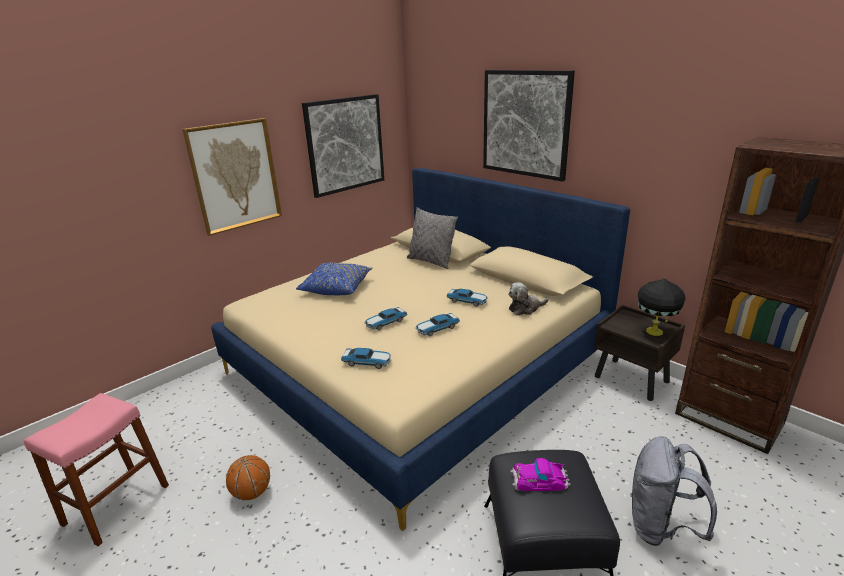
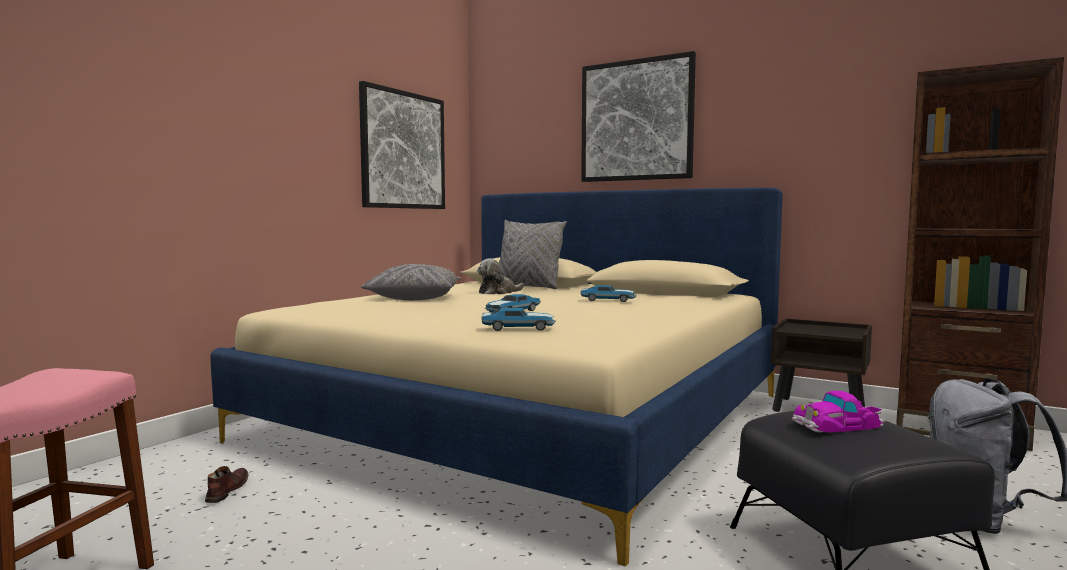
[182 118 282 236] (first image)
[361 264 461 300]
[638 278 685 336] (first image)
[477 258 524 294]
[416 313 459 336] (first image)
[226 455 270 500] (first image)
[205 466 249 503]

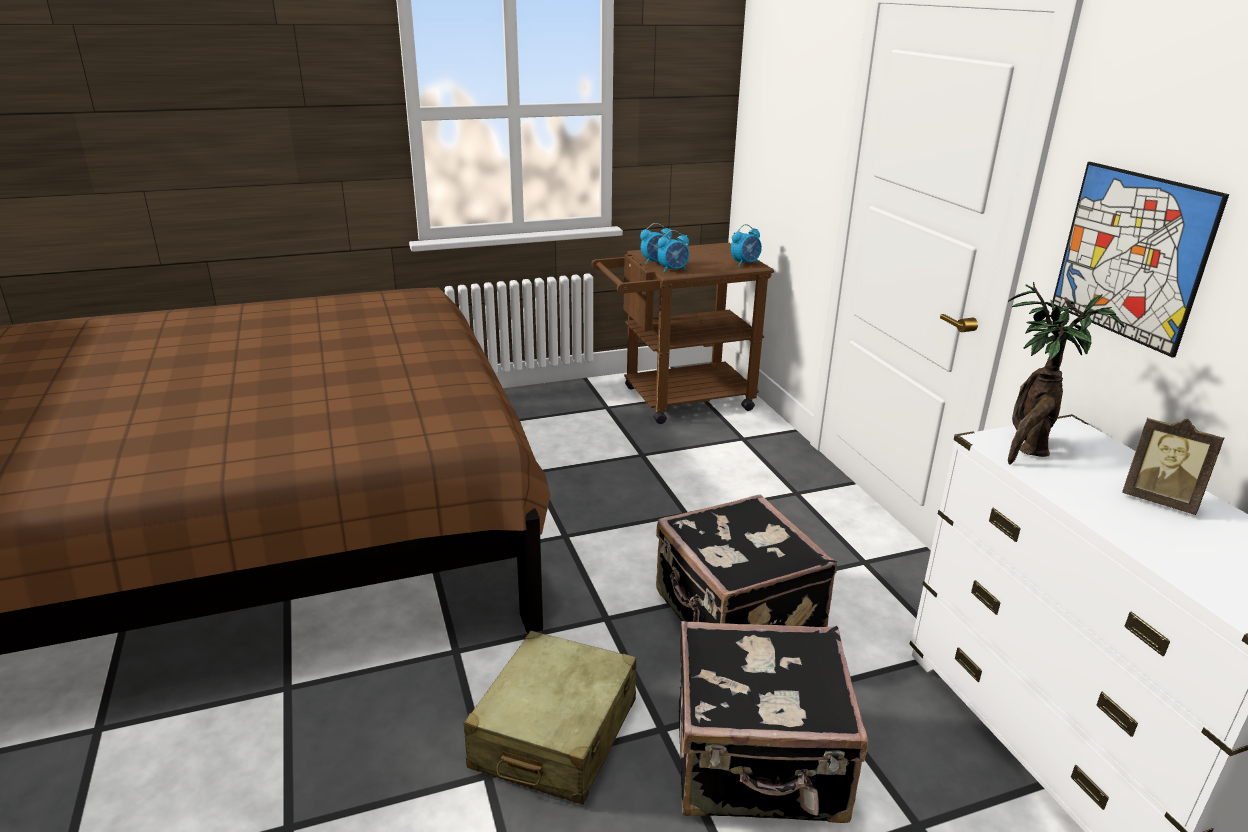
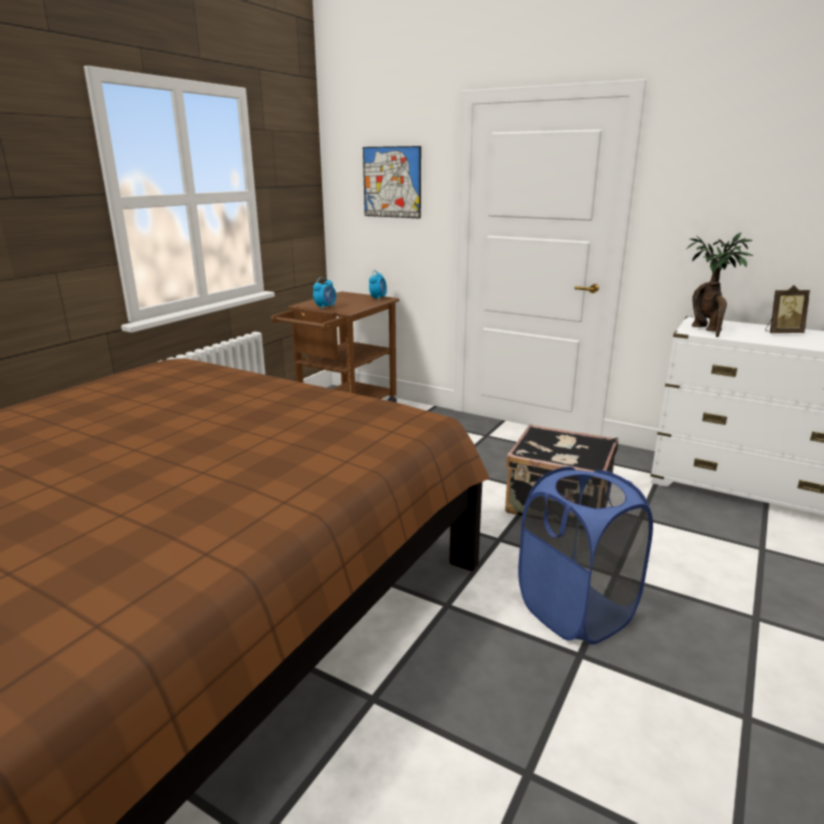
[363 146 421 219]
[657 230 689 273] (first image)
[679 621 868 823] (first image)
[518 467 653 645]

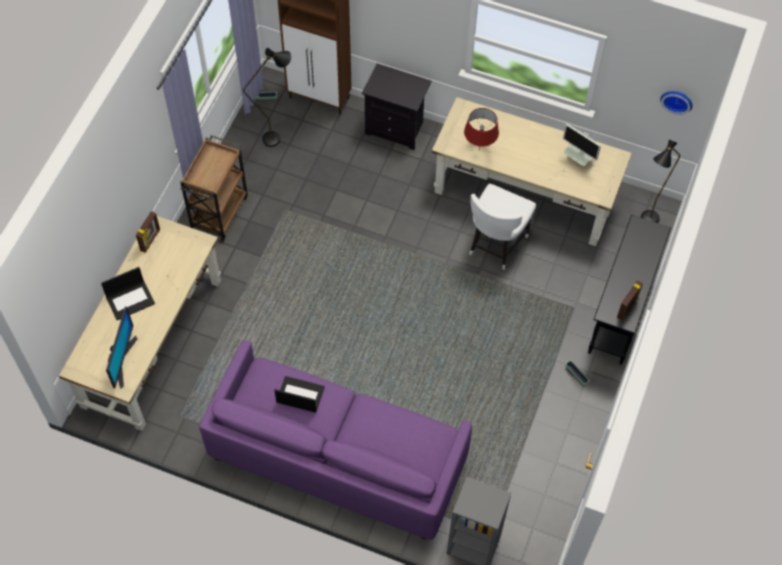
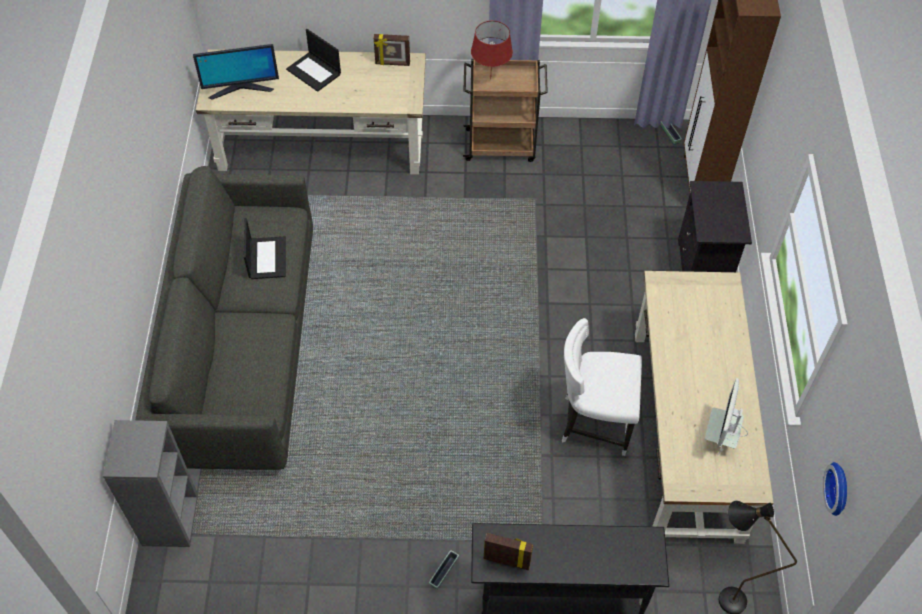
[243 48 292 147] (first image)
[471 21 513 80]
[136 166 313 470]

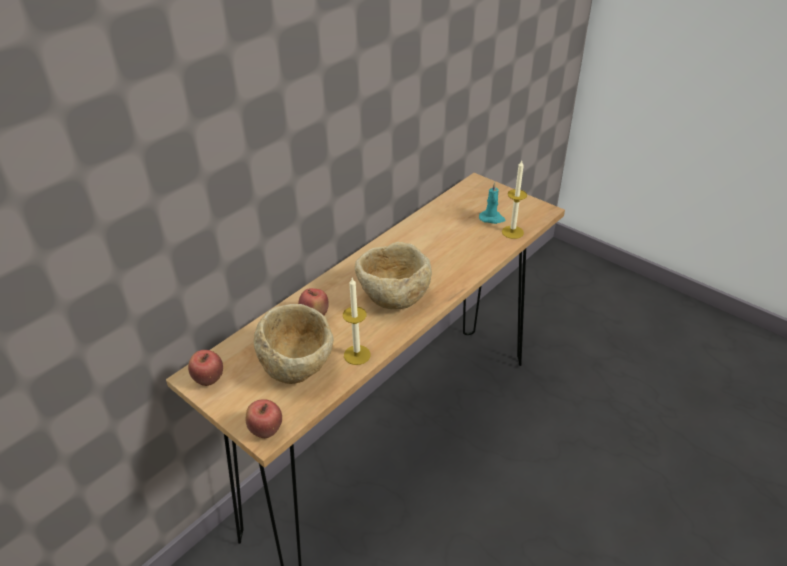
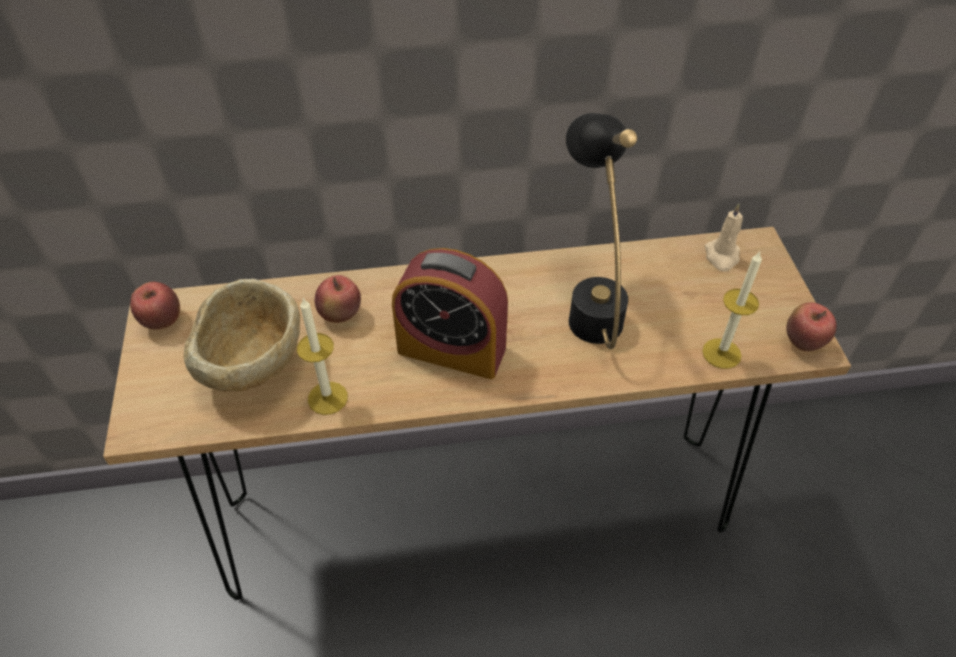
[479 182 505 224] (first image)
[392 248 508 379]
[786 302 837 351]
[566 113 637 349]
[705 203 743 272]

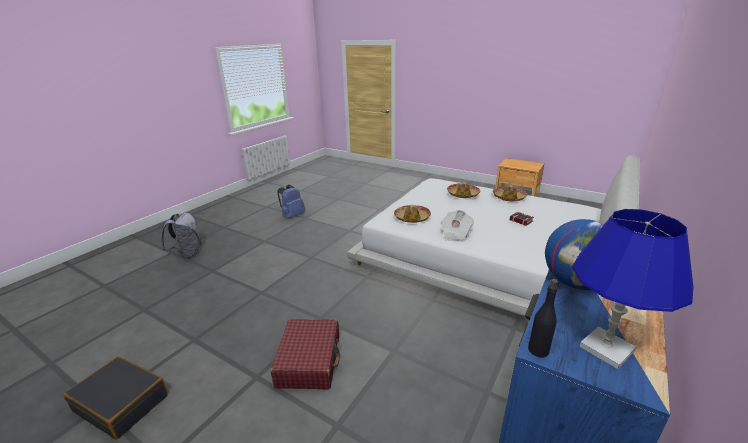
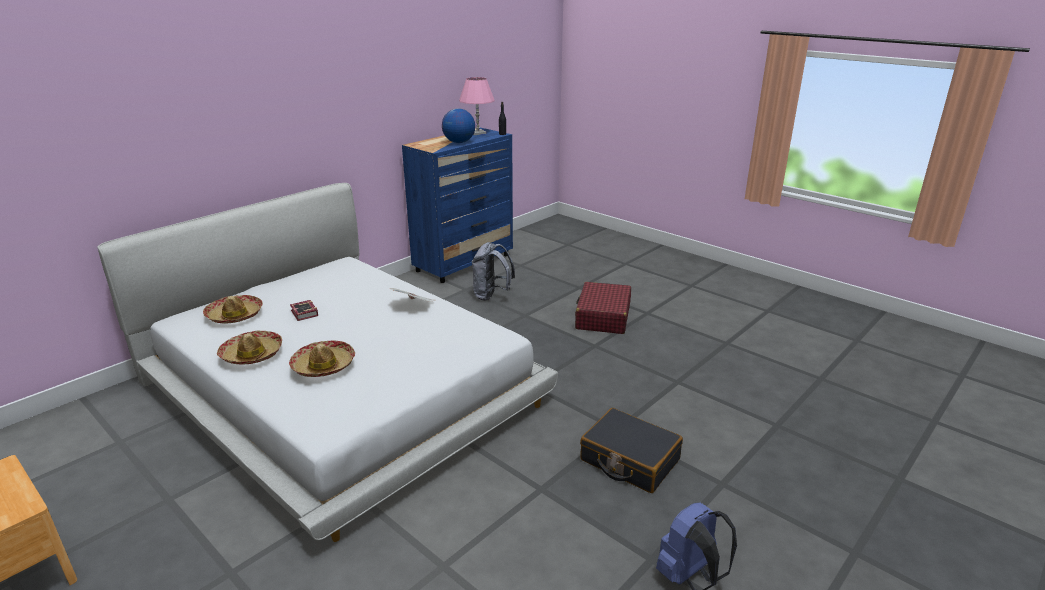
[203 295 263 324]
[459 77 495 135]
[471 242 515 301]
[580 408 683 493]

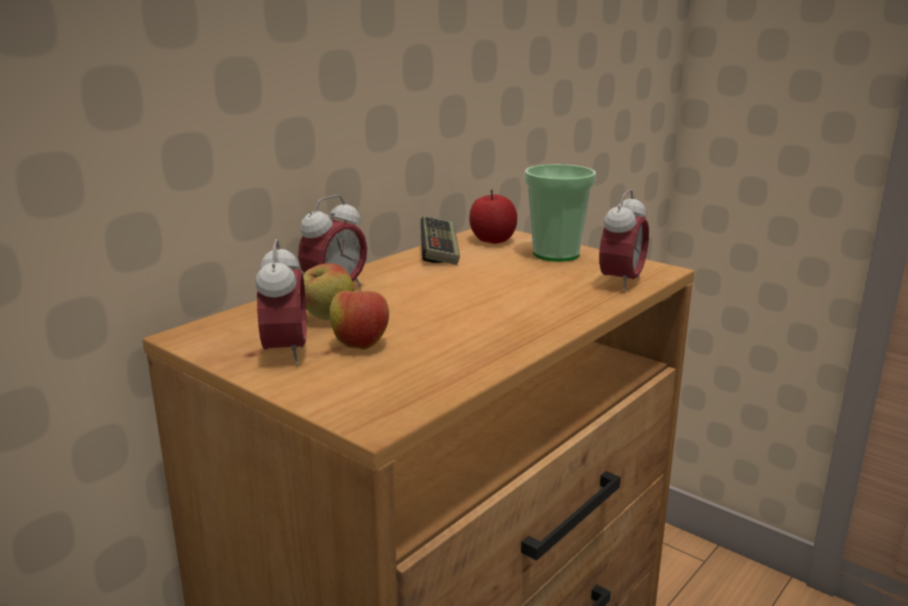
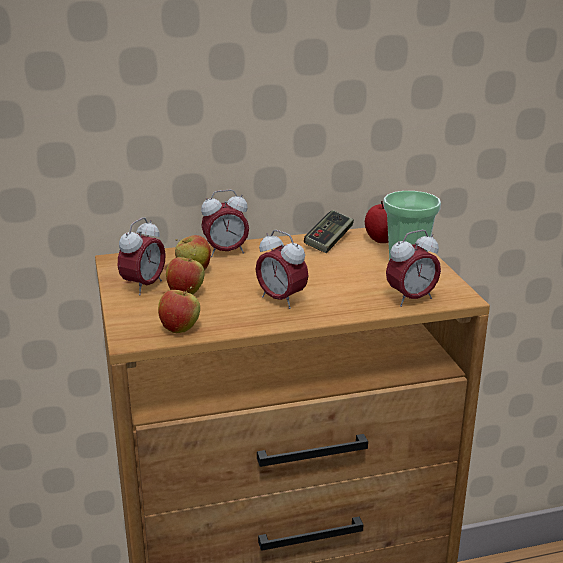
[256 230 308 309]
[158 287 200 333]

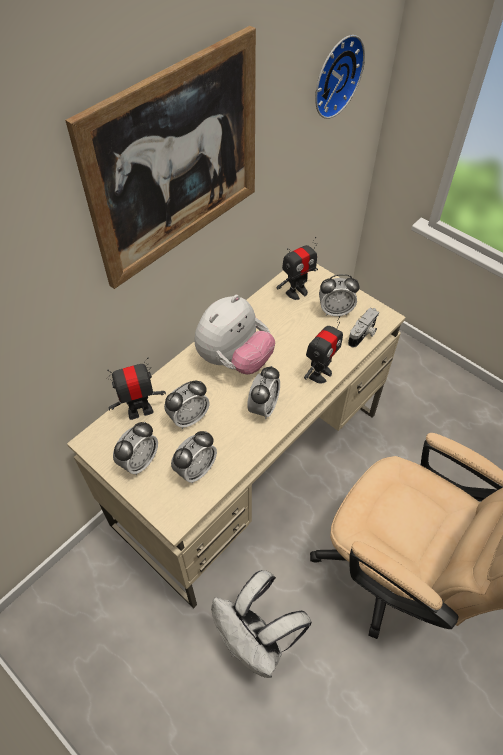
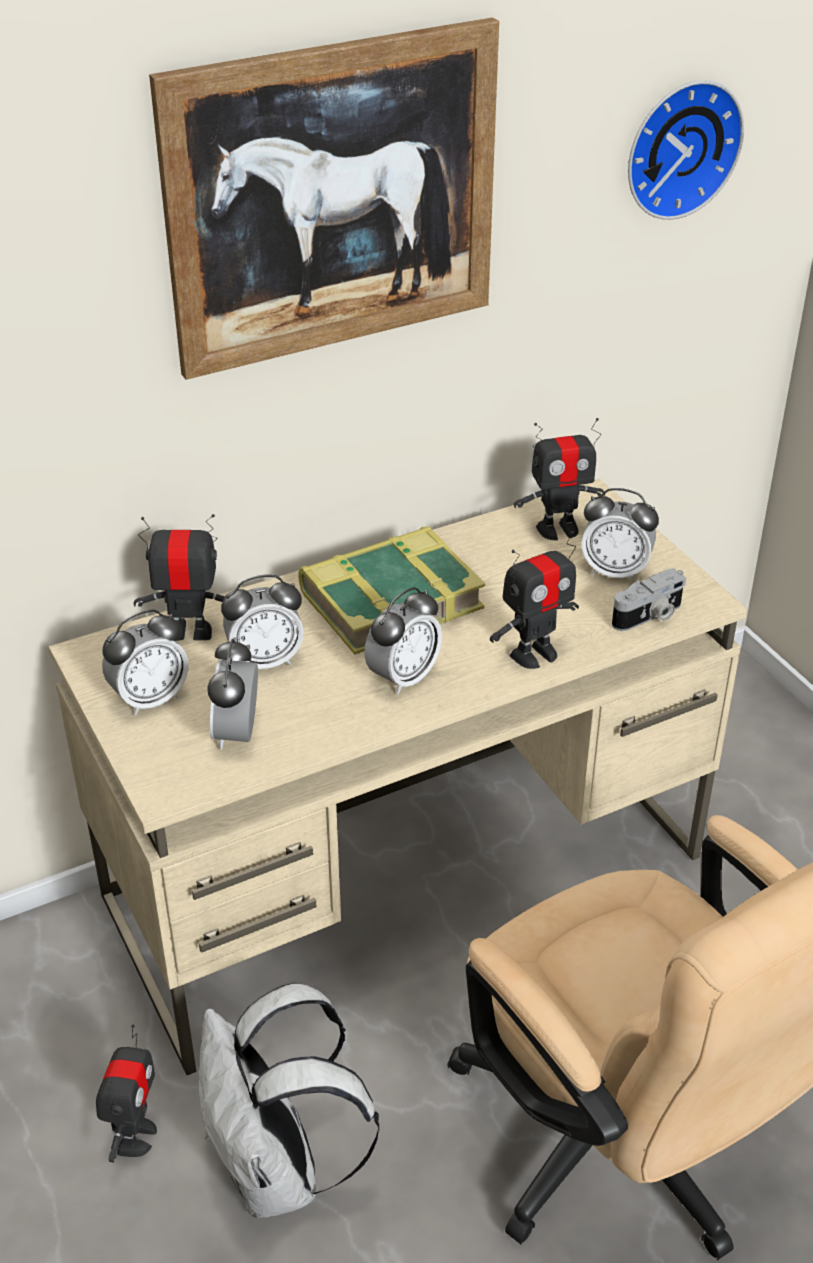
[298 527 486 655]
[207 637 258 750]
[96 1025 157 1163]

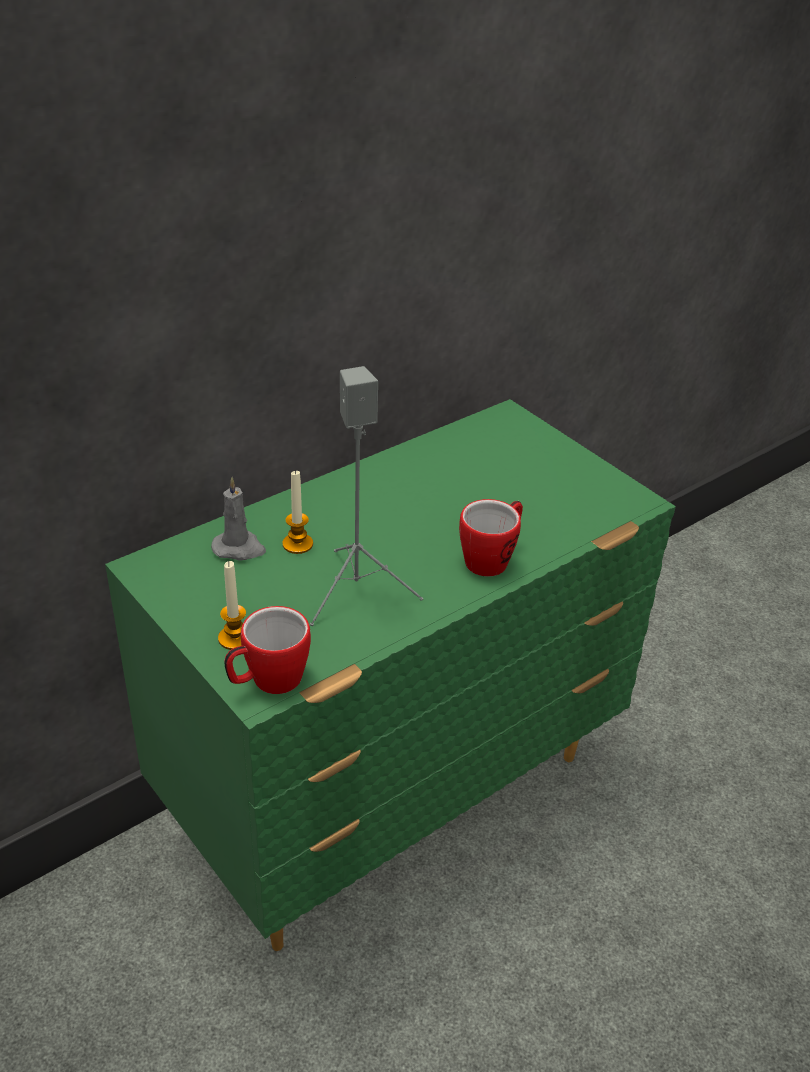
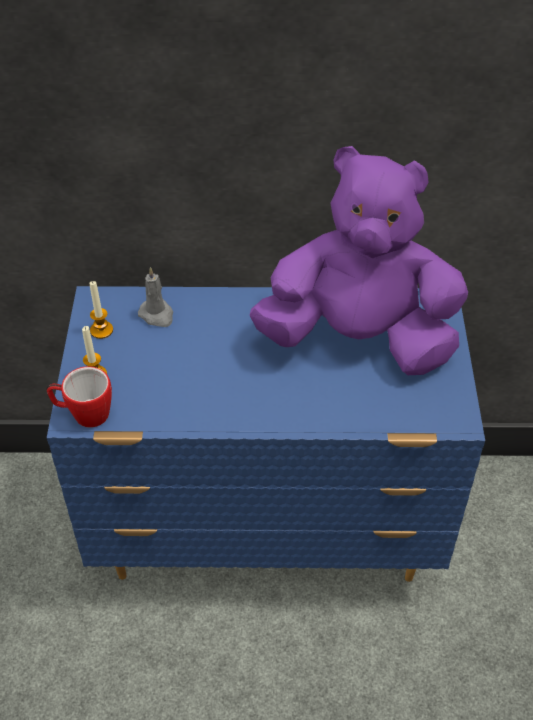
[310 366 423 626] (first image)
[47 286 485 582]
[89 281 113 339]
[459 499 523 577] (first image)
[250 146 468 375]

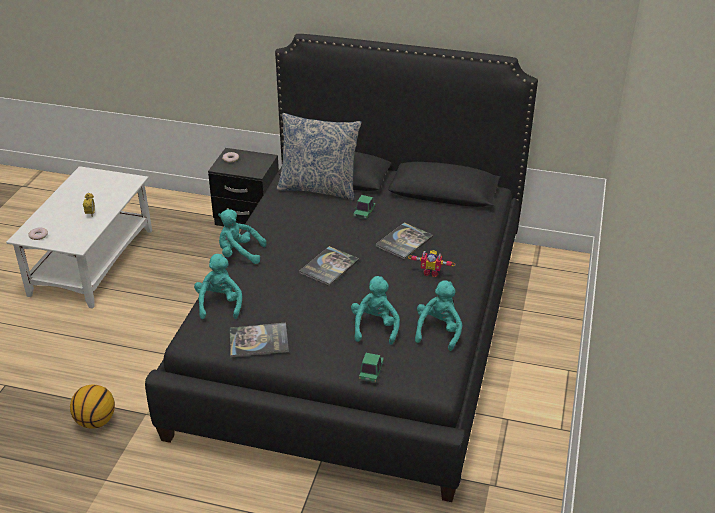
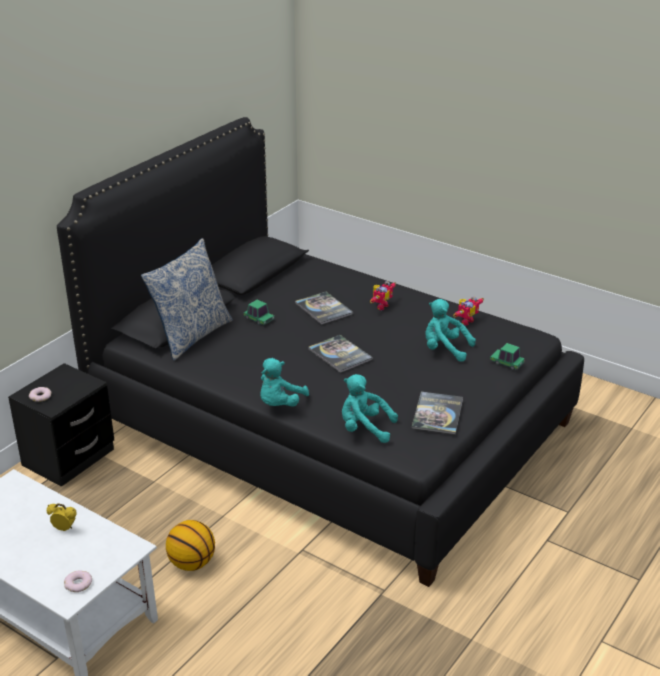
[453 296 484 325]
[166 520 215 571]

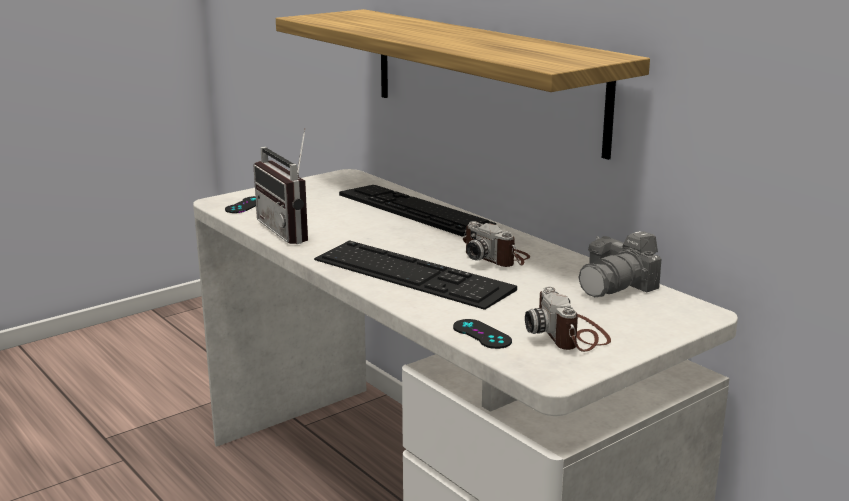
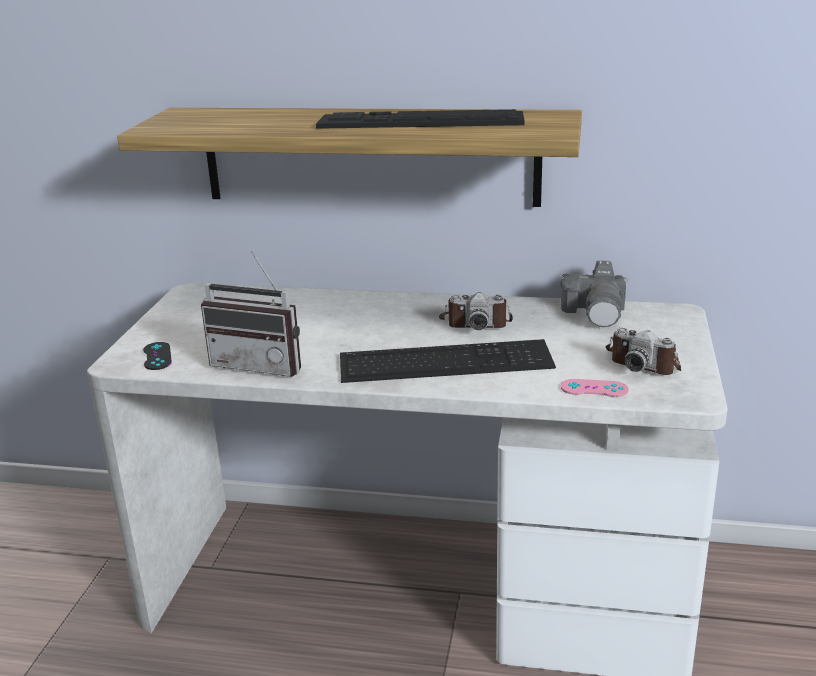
[316 109 524 129]
[561 379 629 397]

